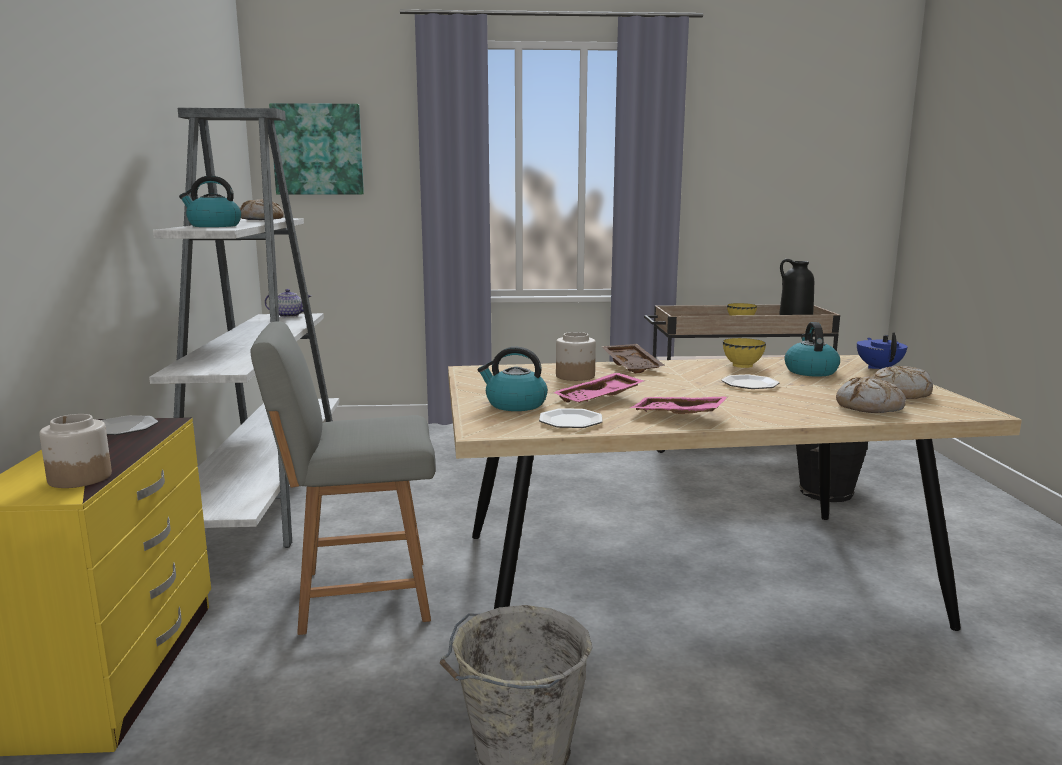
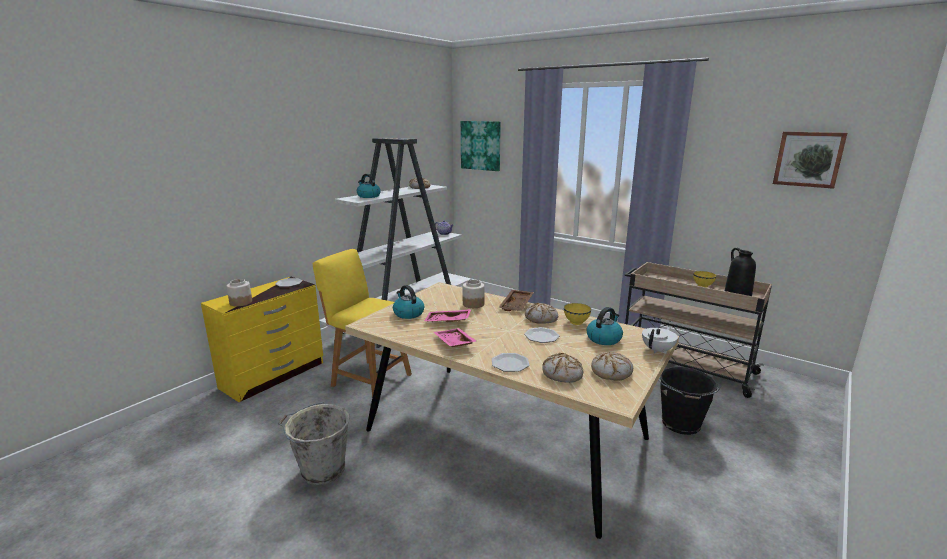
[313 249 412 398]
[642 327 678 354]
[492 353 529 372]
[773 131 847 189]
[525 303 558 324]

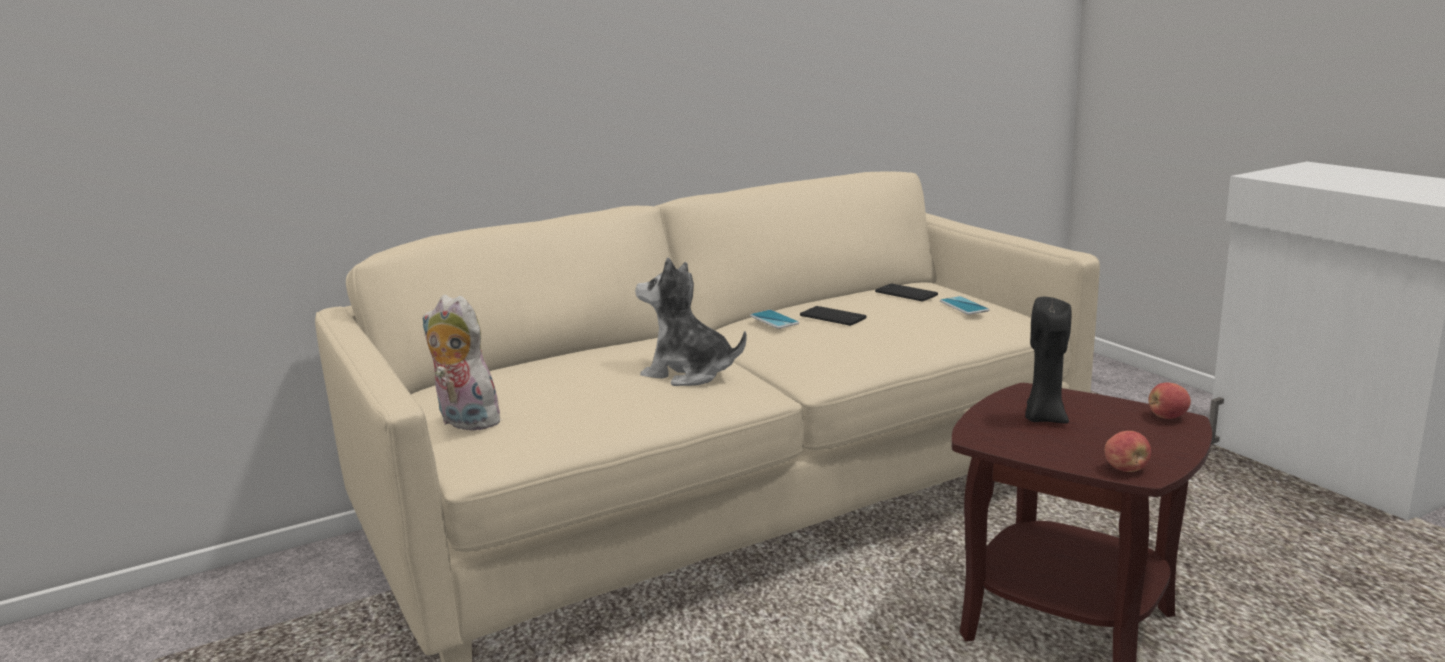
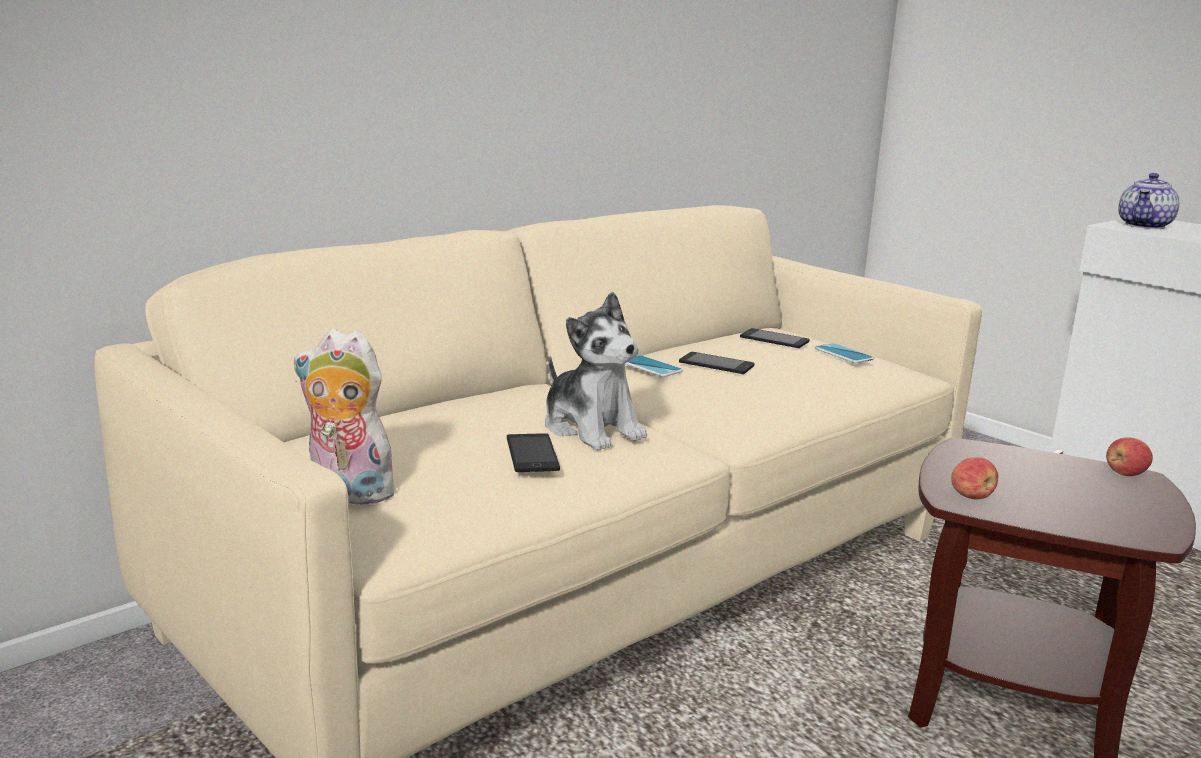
[545 292 647 451]
[1025 297 1072 423] (first image)
[951 457 998 500]
[1119 173 1180 229]
[507 433 560 472]

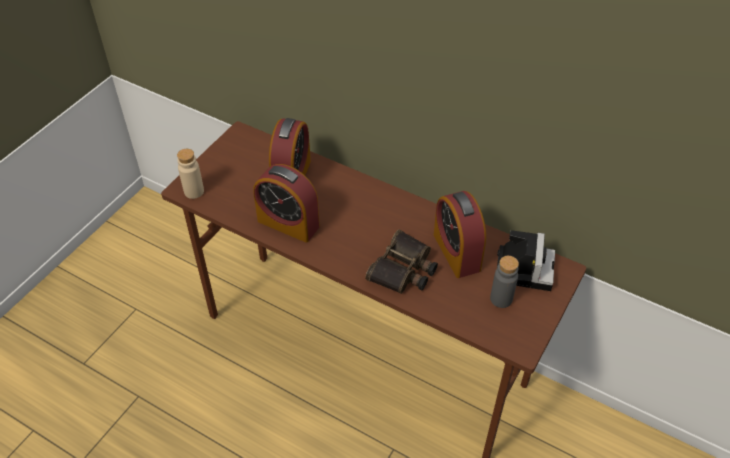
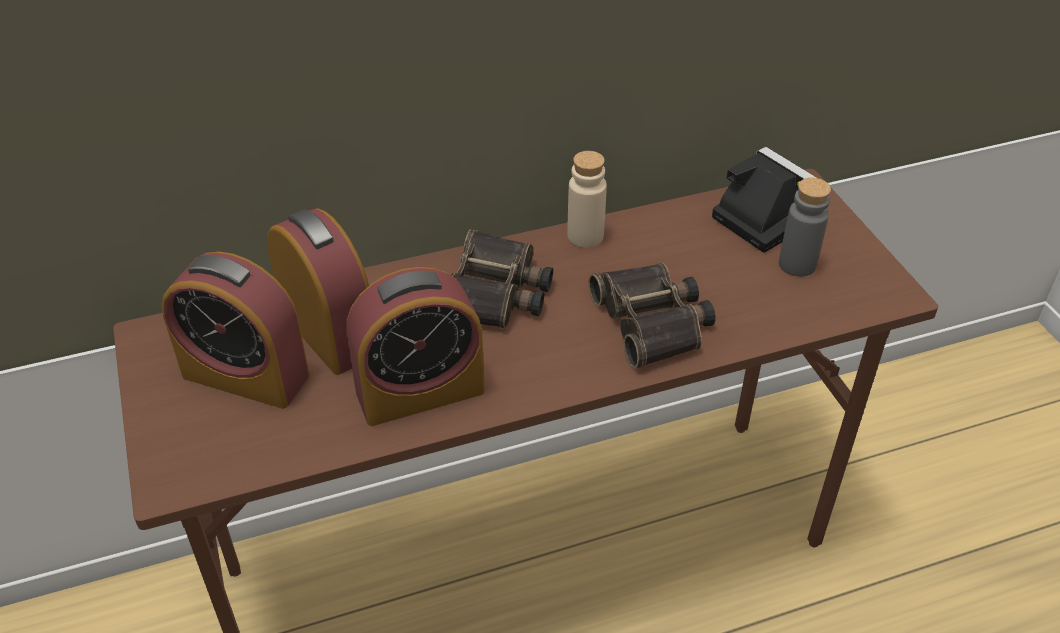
[567 151 607 248]
[162 252 310 409]
[451 229 553 328]

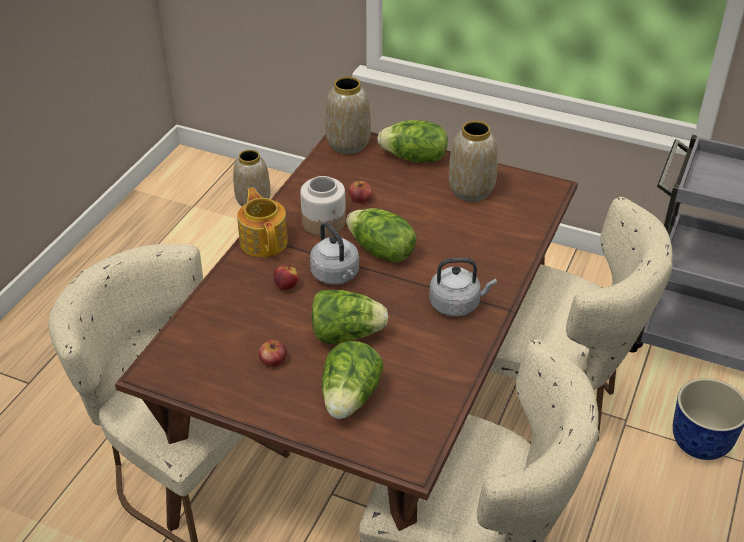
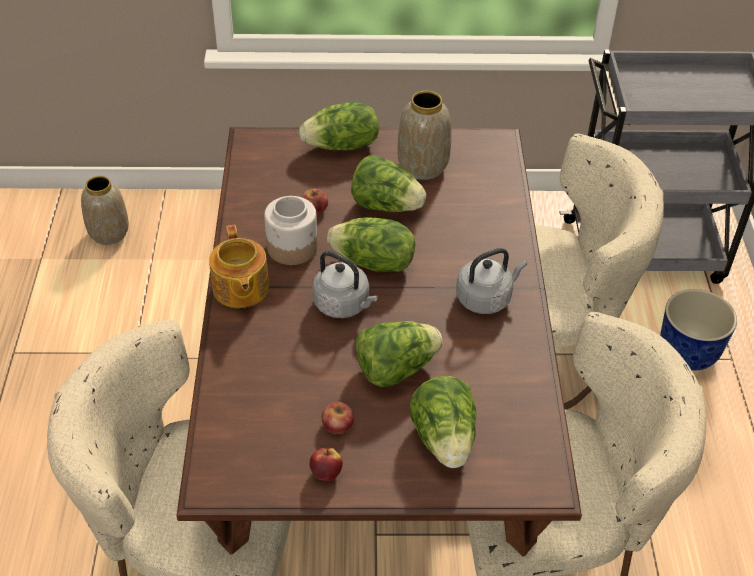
[325 77 371 154] (first image)
[209 225 269 308]
[309 448 343 481]
[351 155 426 212]

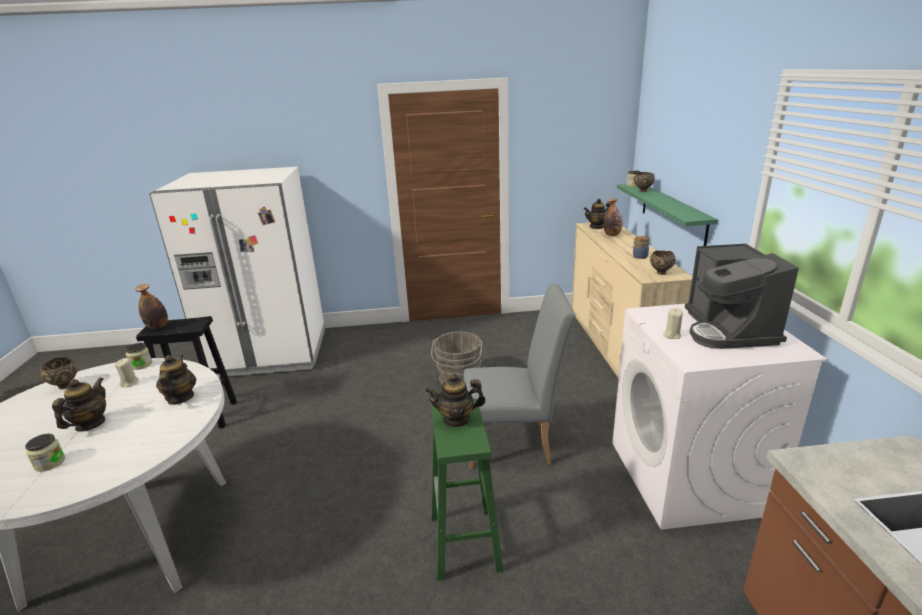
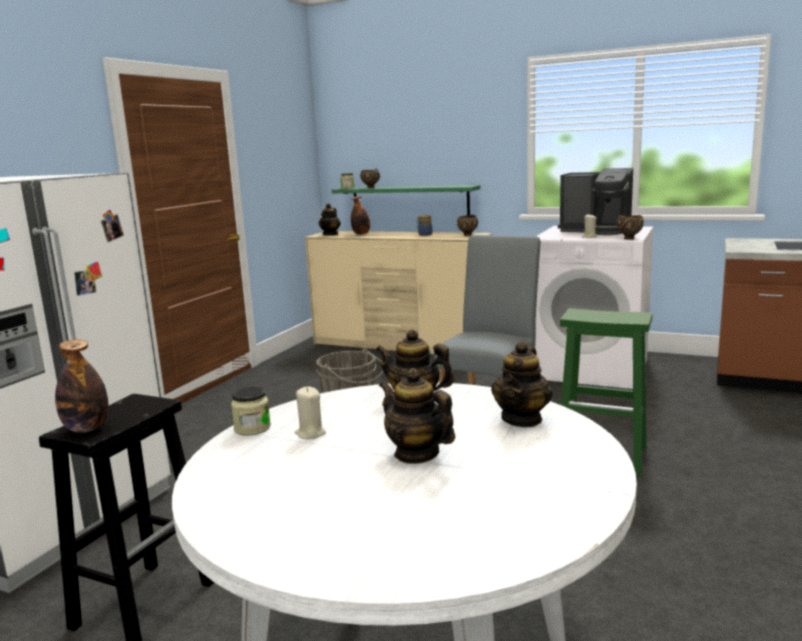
[616 215 644 240]
[491 341 552 427]
[25 434 65 472] (first image)

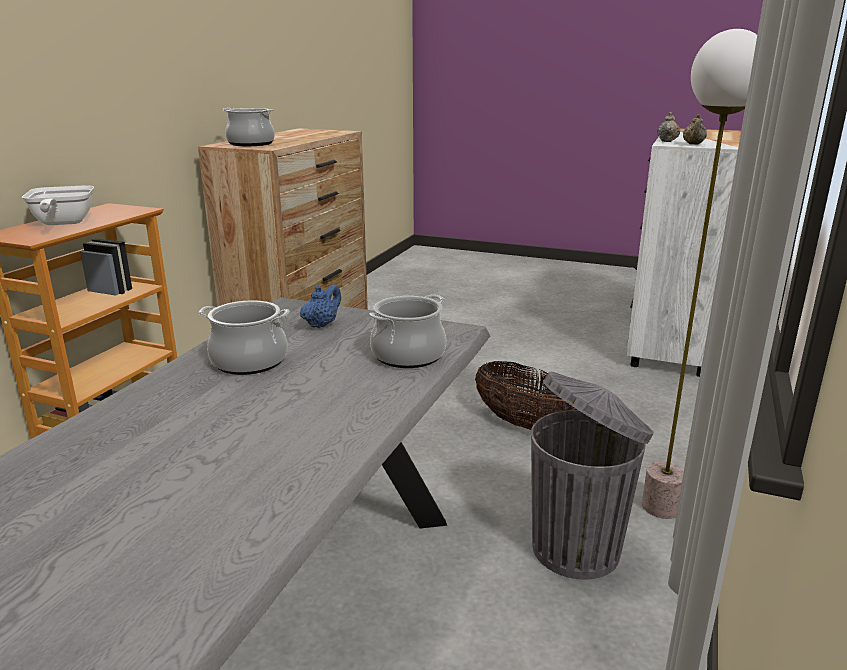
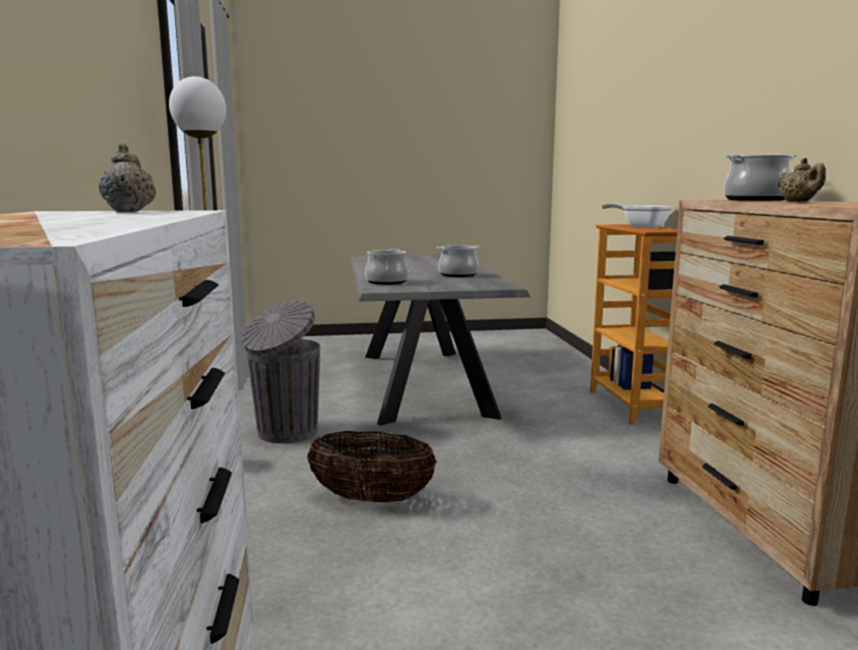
[776 158 826 202]
[300 284 341 329] (first image)

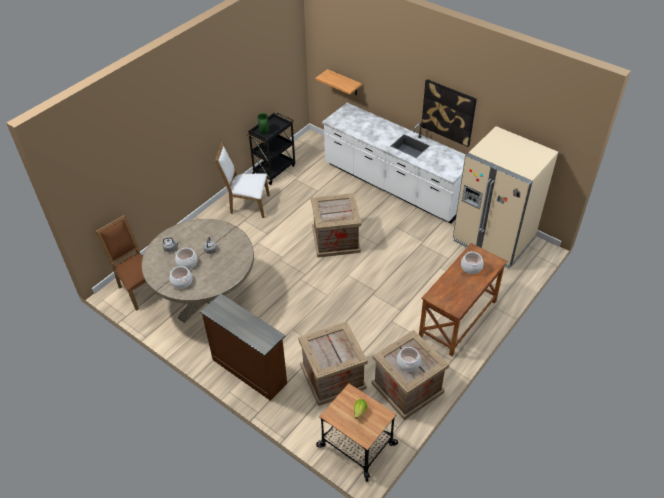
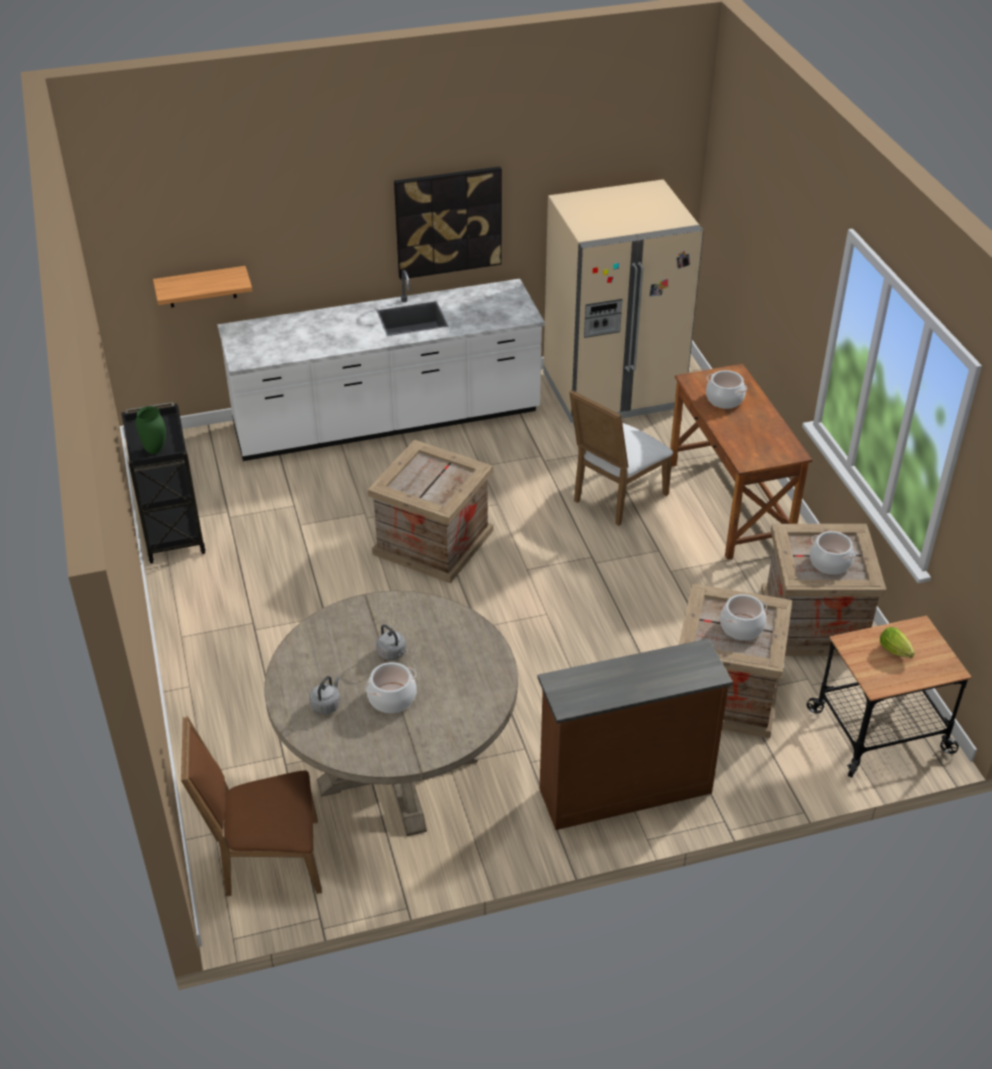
[569 390 673 526]
[720 594 767 640]

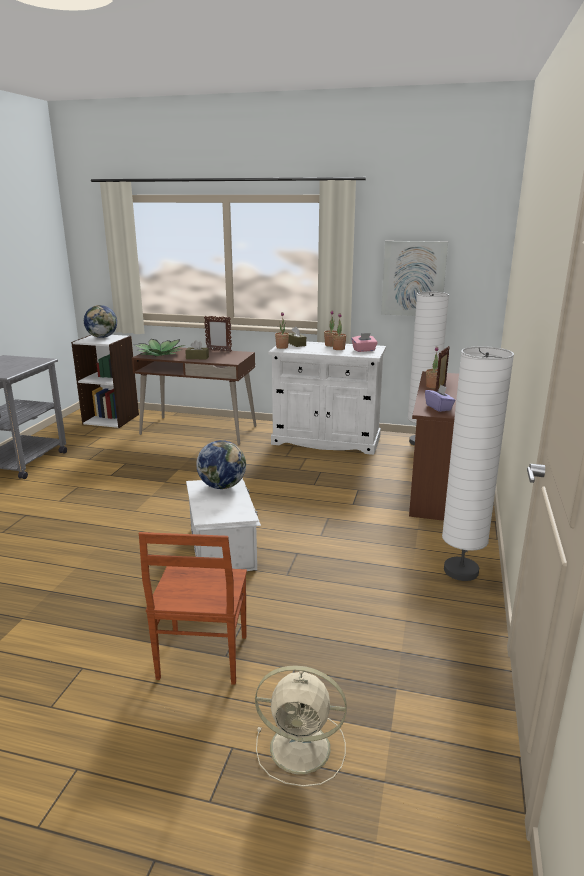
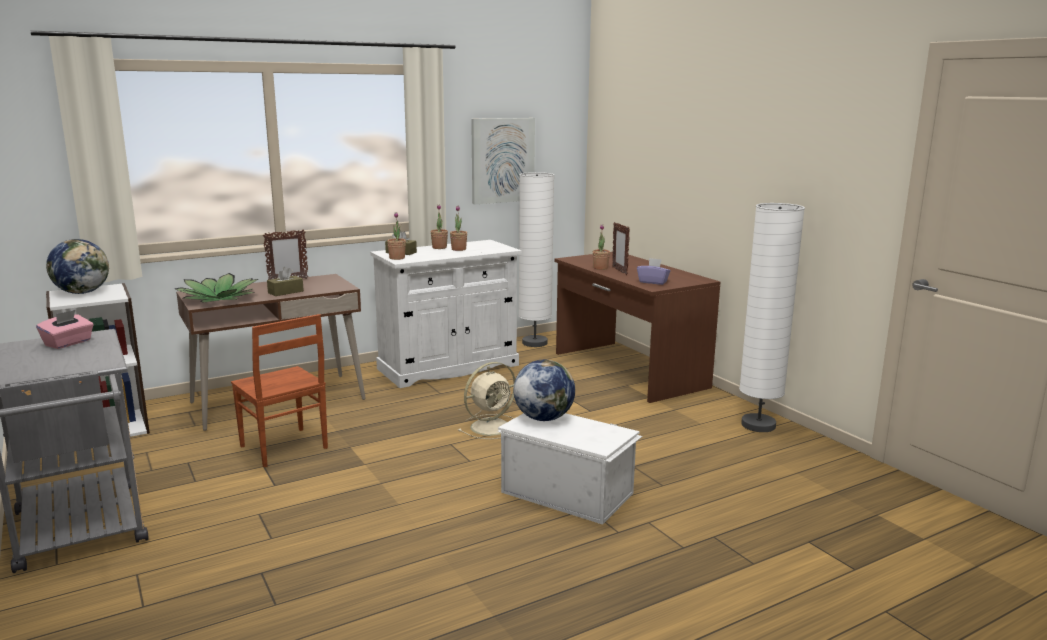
[36 310 94 349]
[231 314 328 467]
[458 362 516 439]

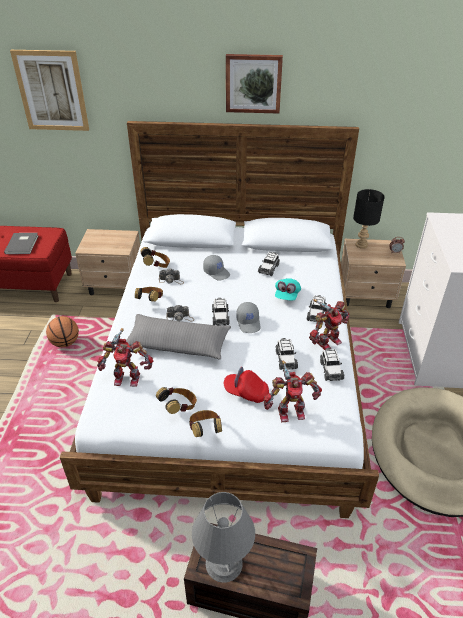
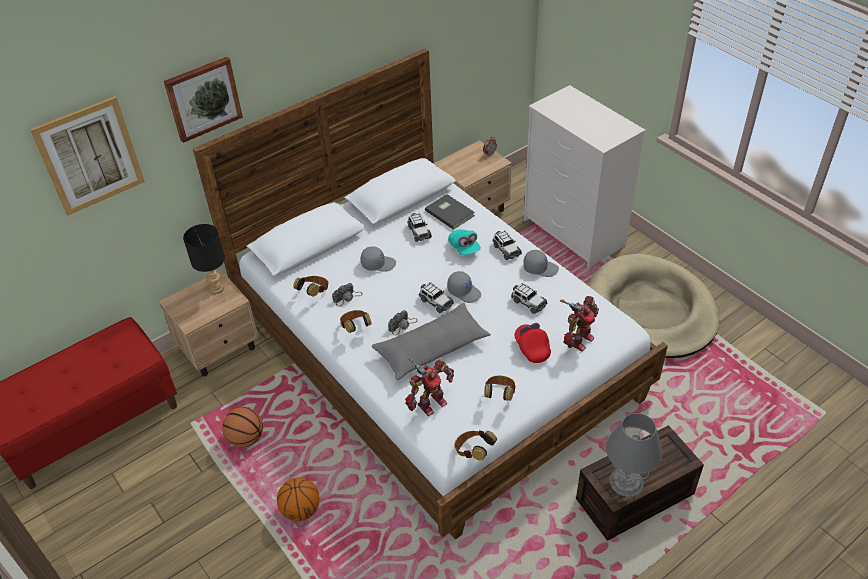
[164 57 243 143]
[183 224 225 294]
[425 194 475 230]
[523 250 559 277]
[320 348 344 381] (first image)
[514 323 551 363]
[454 431 497 461]
[277 478 320 521]

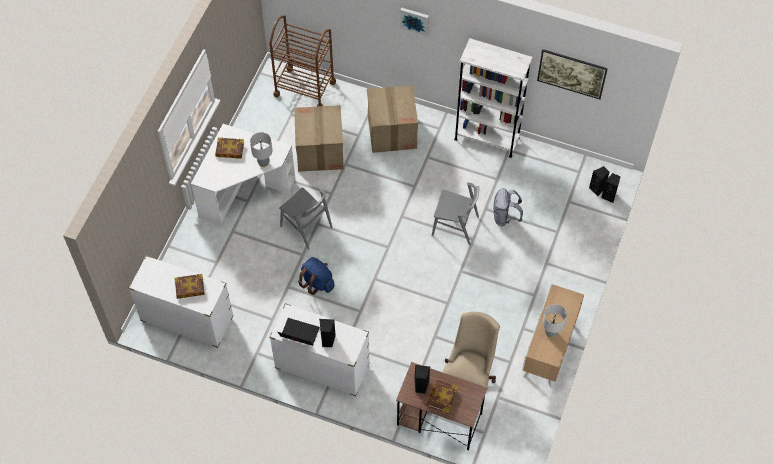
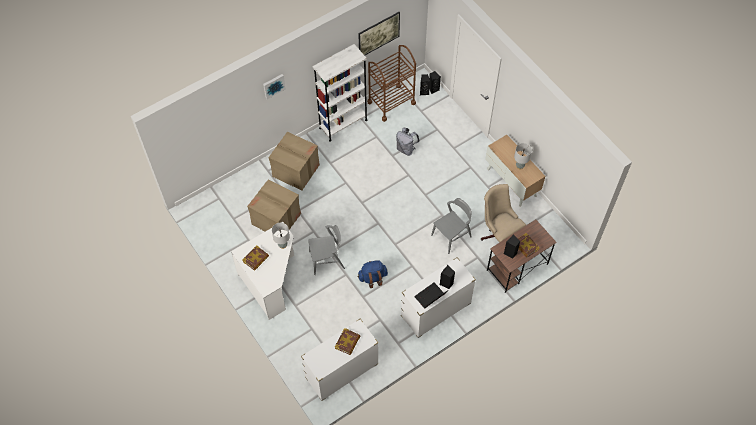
[367 45 416 122]
[431 198 472 254]

